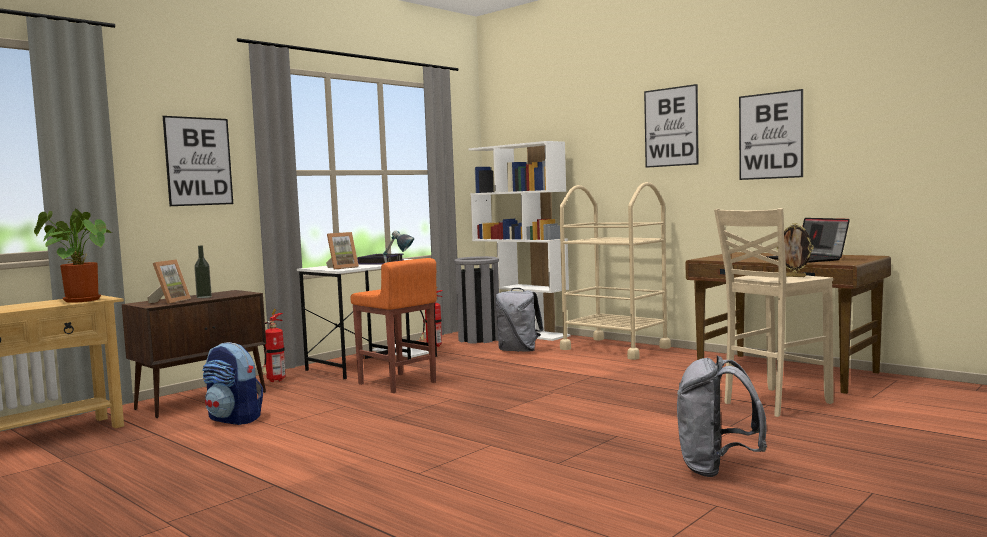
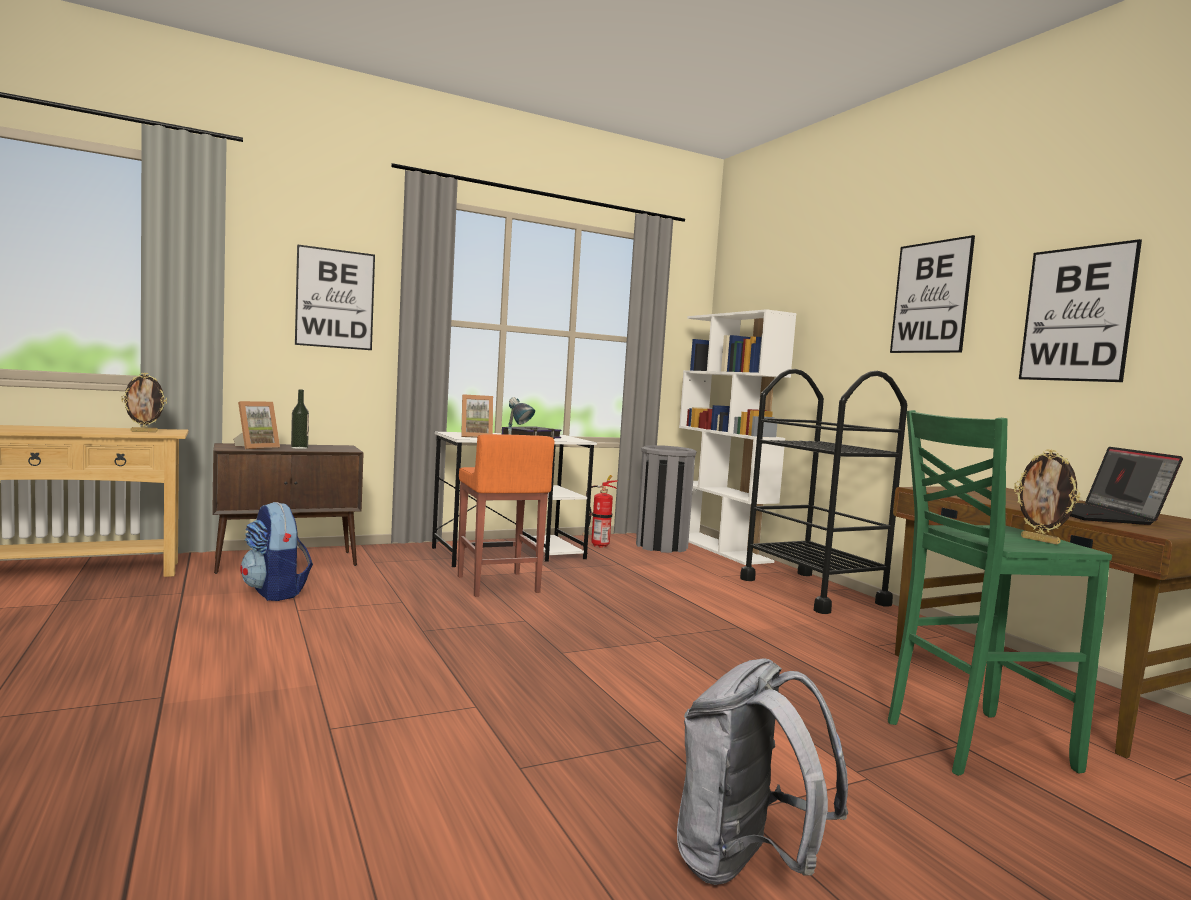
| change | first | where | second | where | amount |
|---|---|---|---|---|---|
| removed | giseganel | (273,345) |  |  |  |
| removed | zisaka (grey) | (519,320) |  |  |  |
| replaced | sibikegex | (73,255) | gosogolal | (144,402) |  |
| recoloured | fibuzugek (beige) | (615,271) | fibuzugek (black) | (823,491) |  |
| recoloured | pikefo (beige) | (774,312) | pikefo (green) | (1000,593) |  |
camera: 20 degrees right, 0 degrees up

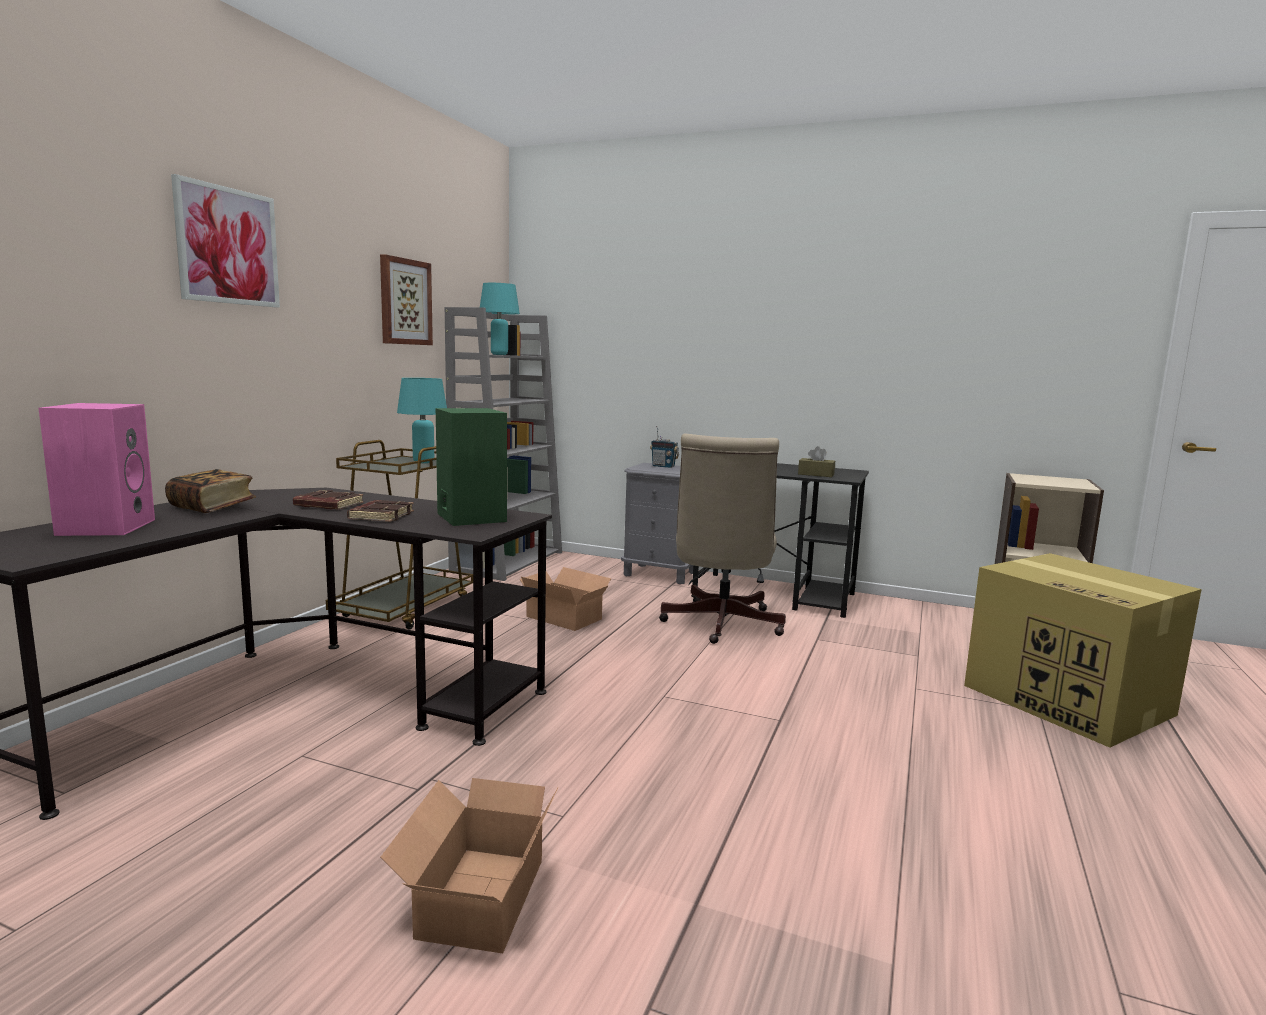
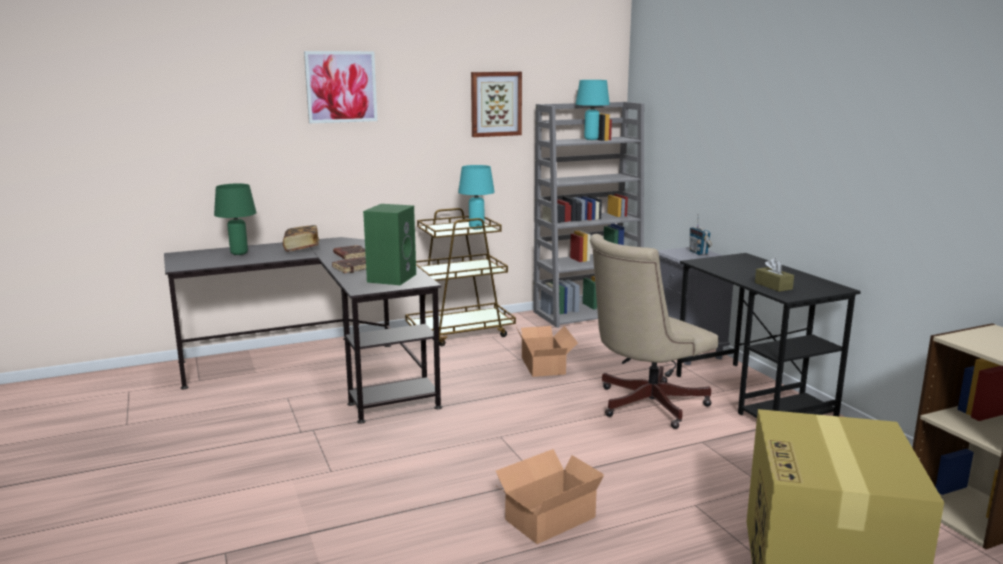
| change | first | where | second | where | amount |
|---|---|---|---|---|---|
| moved | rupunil | (469,865) |  | (550,496) |  |
| replaced | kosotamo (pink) | (97,469) | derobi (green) | (235,219) |  |
camera: 45 degrees right, 5 degrees up

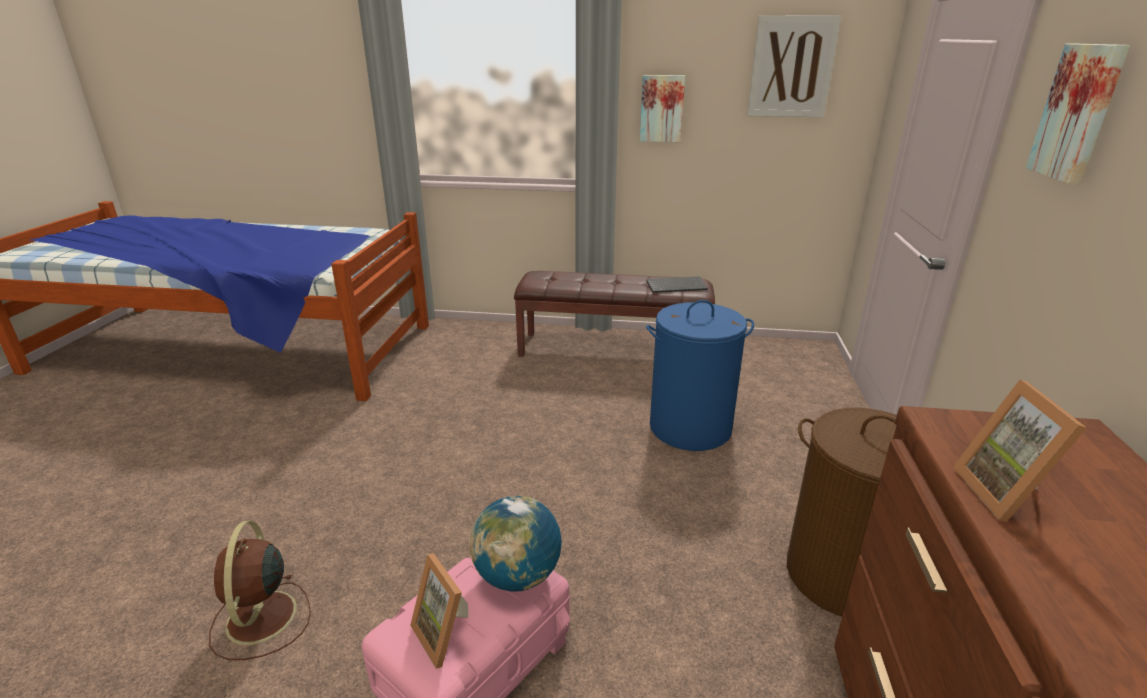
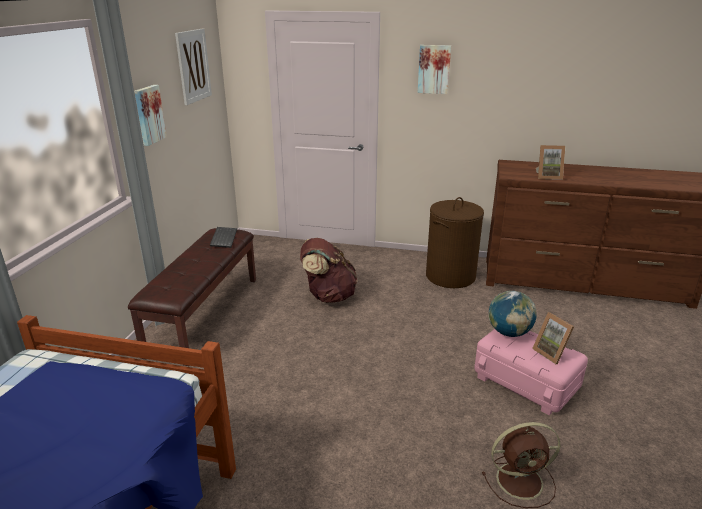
| change | first | where | second | where | amount |
|---|---|---|---|---|---|
| replaced | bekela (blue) | (700,375) | zisaka (brown) | (328,270) |  |
| turned | gosogolal | (439,611) |  | (553,338) | 90 degrees clockwise |
camera: 85 degrees left, 0 degrees up

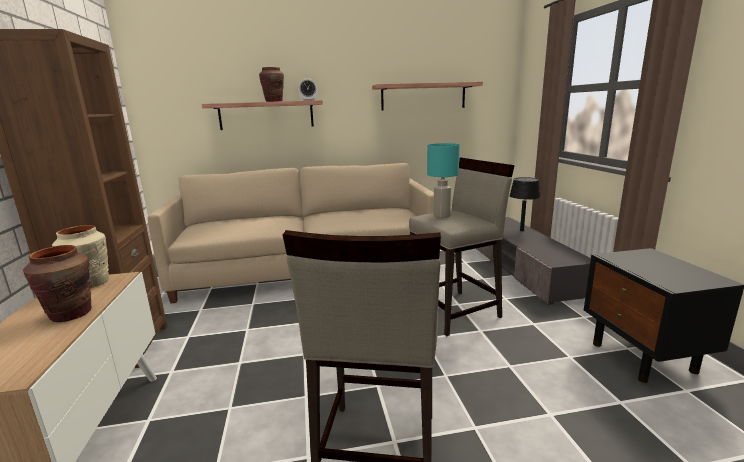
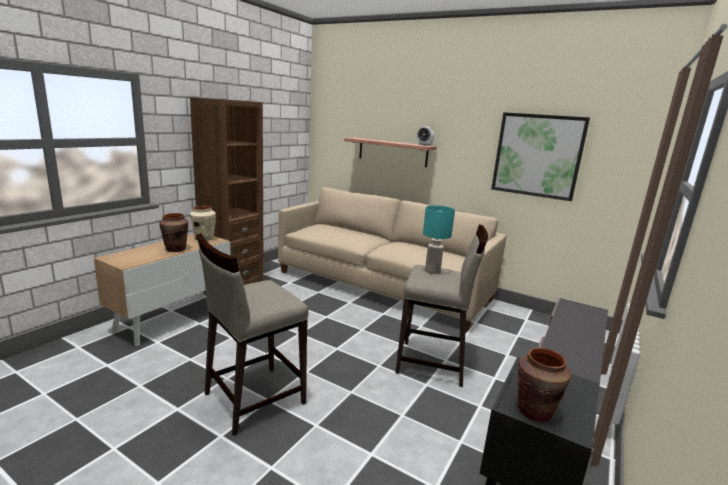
| change | first | where | second | where | amount |
|---|---|---|---|---|---|
| removed | derobi (black) | (525,204) |  |  |  |
| moved | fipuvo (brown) | (271,84) |  | (544,385) |  |
| replaced | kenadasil | (427,96) | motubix | (540,156) |  |
camera: 40 degrees right, 0 degrees up

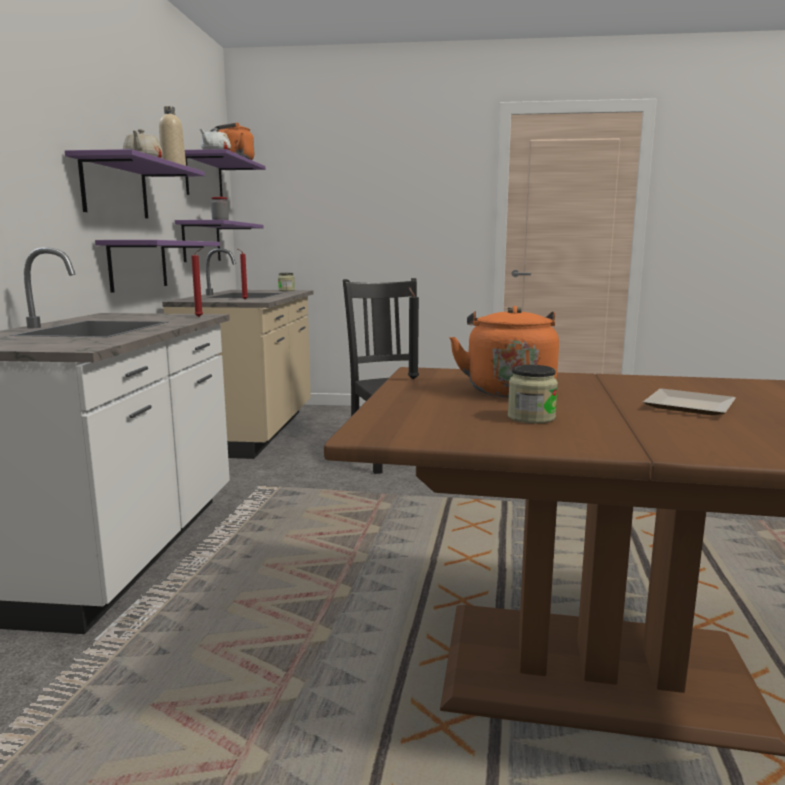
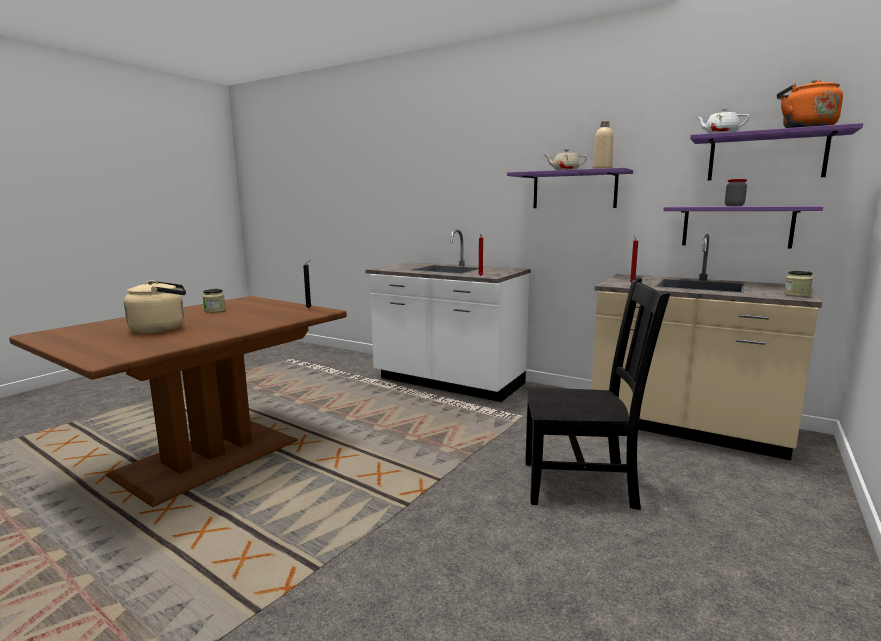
| change | first | where | second | where | amount |
|---|---|---|---|---|---|
| removed | kenadasil (purple) | (157,266) |  |  |  |
| removed | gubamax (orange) | (504,351) |  |  |  |
| replaced | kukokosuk | (689,401) | gubamax (beige) | (155,306) |  |
camera: 115 degrees right, 0 degrees up

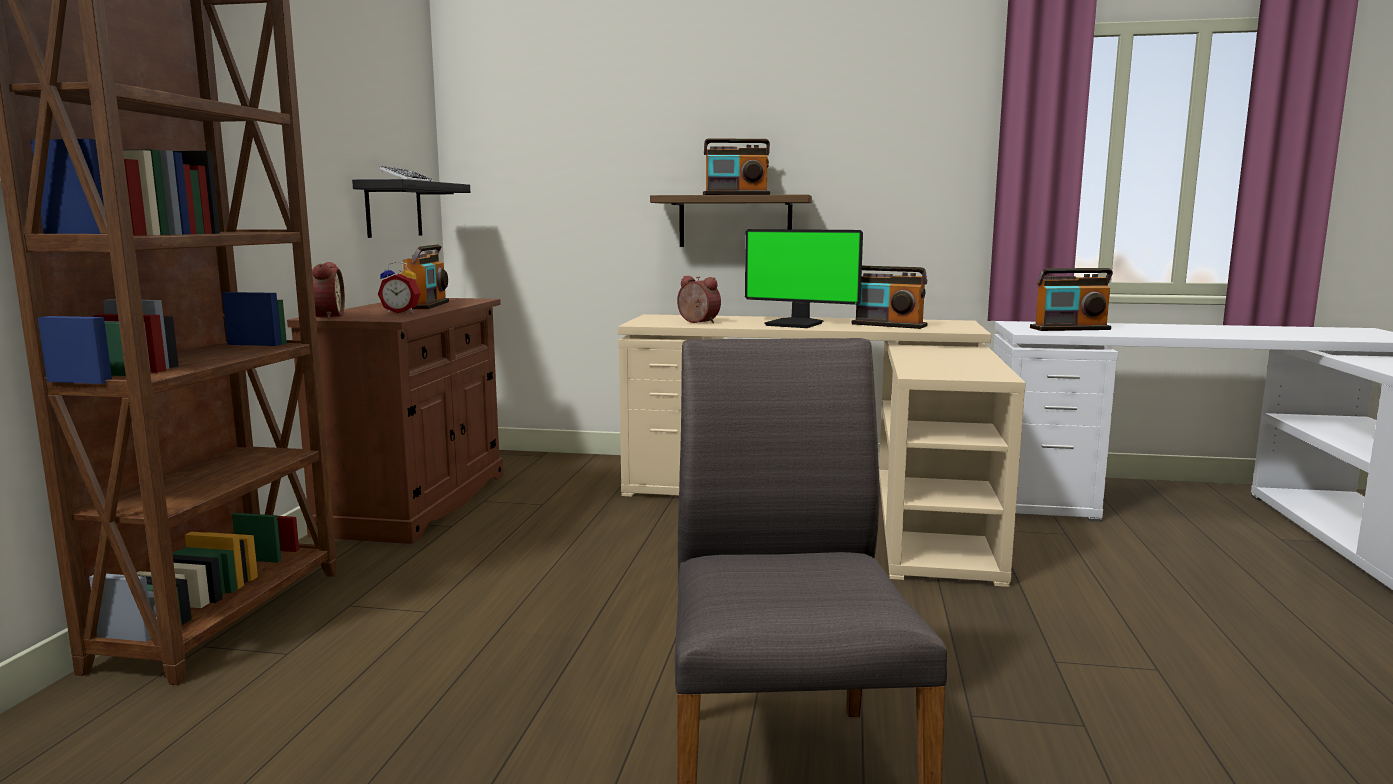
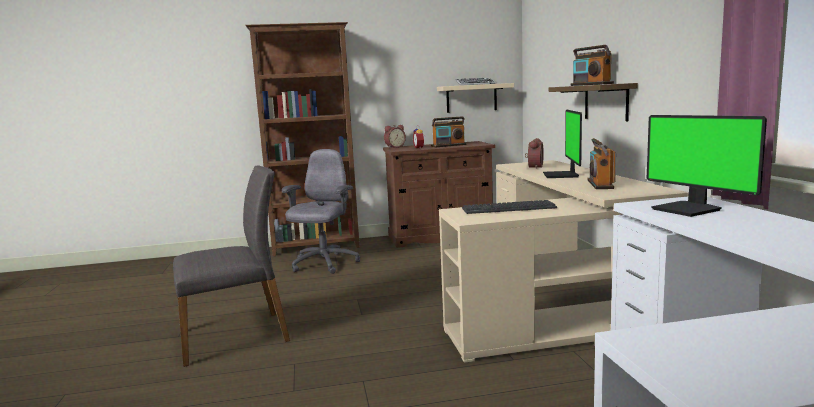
| change | first | where | second | where | amount |
|---|---|---|---|---|---|
| added |  |  | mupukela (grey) | (321,211) |  |
| added |  |  | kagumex | (509,207) |  |
| replaced | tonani | (1071,299) | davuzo | (707,166) |  |
| recoloured | kenadasil (black) | (411,208) | kenadasil (beige) | (475,98) |  |
camera: 70 degrees right, 0 degrees up

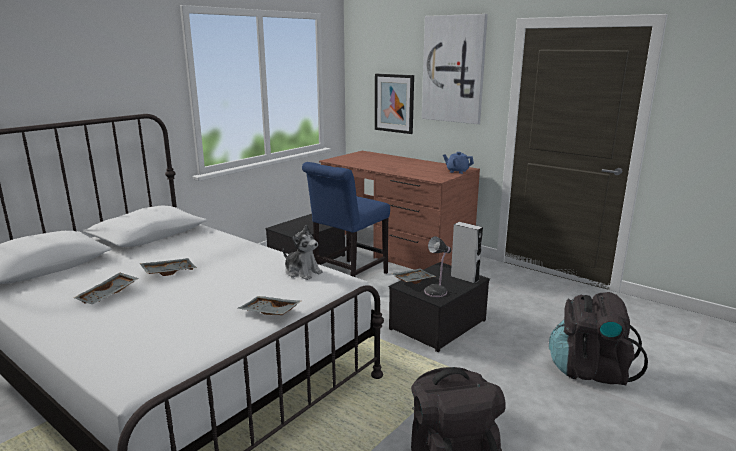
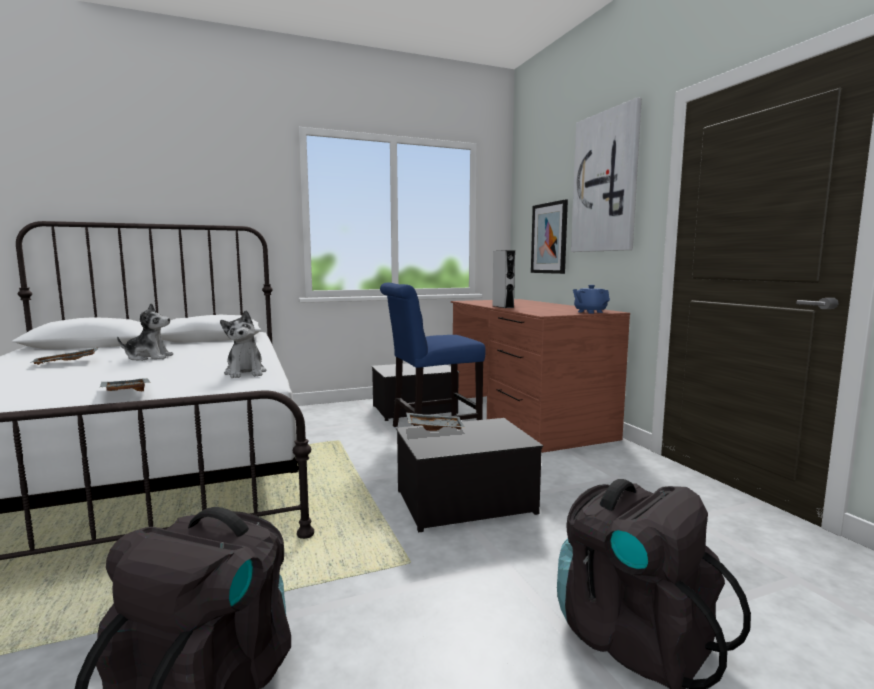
| change | first | where | second | where | amount |
|---|---|---|---|---|---|
| removed | derobi | (437,266) |  |  |  |
| moved | kosotamo (grey) | (467,253) |  | (503,279) |  |
| replaced | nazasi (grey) | (168,267) | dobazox | (145,332) |  |
camera: 30 degrees right, 10 degrees down

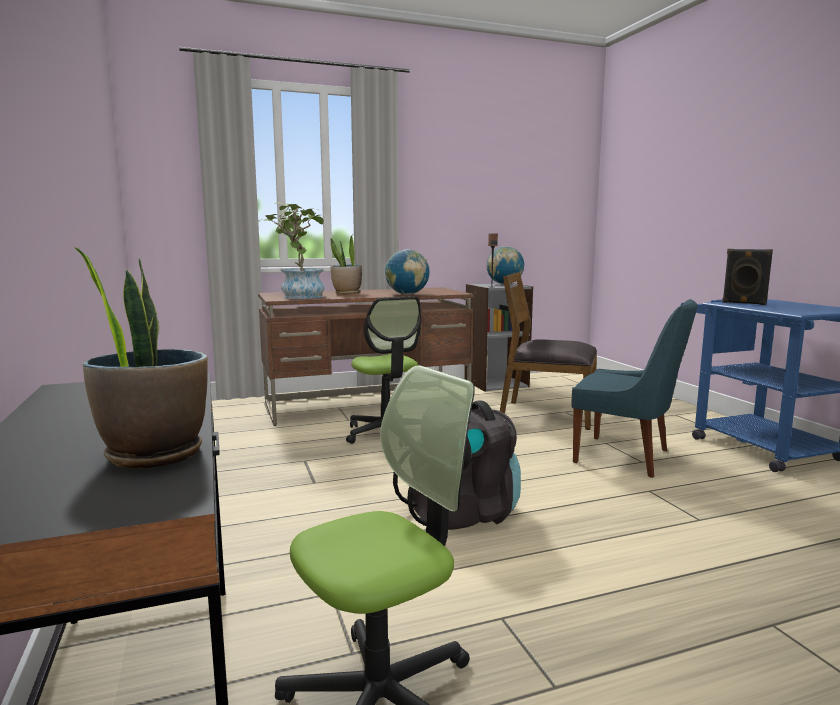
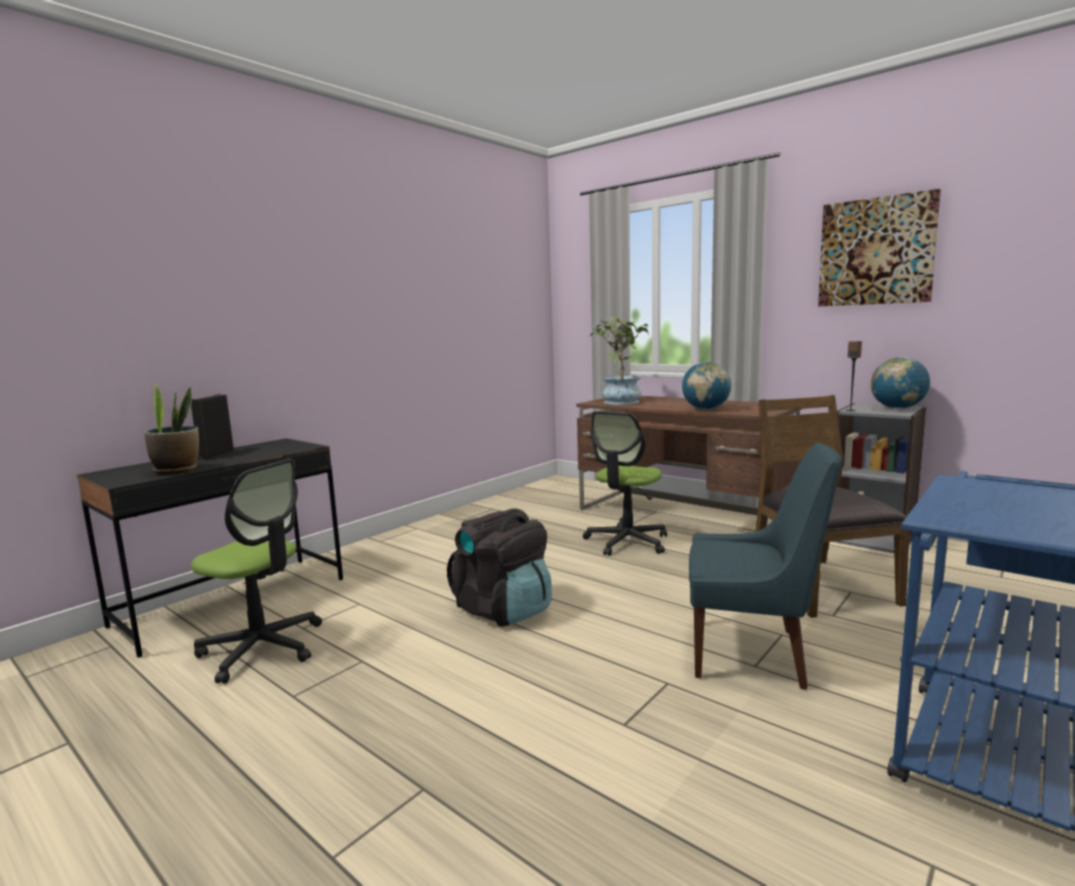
| change | first | where | second | where | amount |
|---|---|---|---|---|---|
| removed | sibikegex | (346,264) |  |  |  |
| added |  |  | motubix | (879,247) |  |
| moved | kosotamo (black) | (747,277) |  | (212,427) |  |
| turned | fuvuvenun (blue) | (634,388) |  | (765,566) | 75 degrees counterclockwise |
camera: 60 degrees right, 0 degrees up

